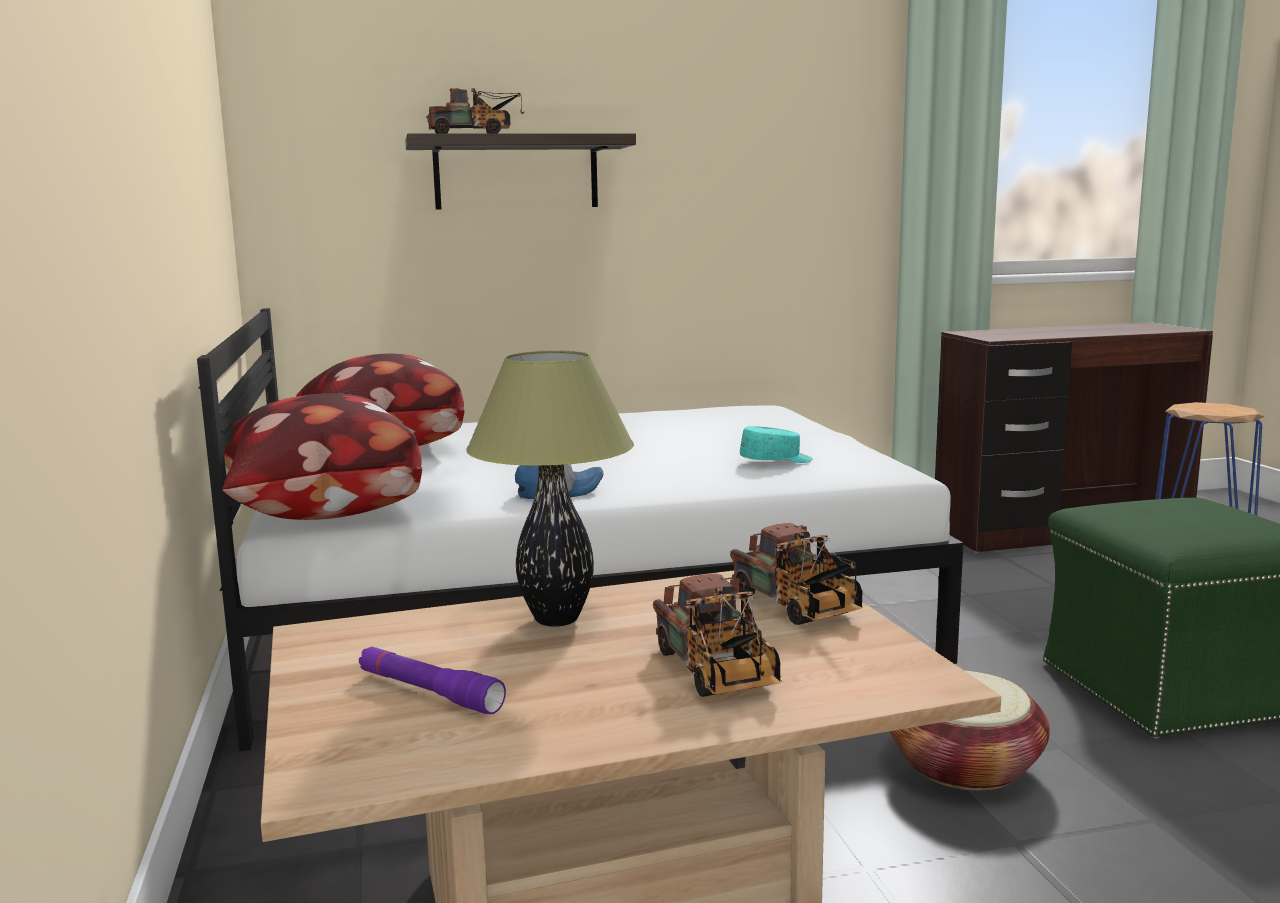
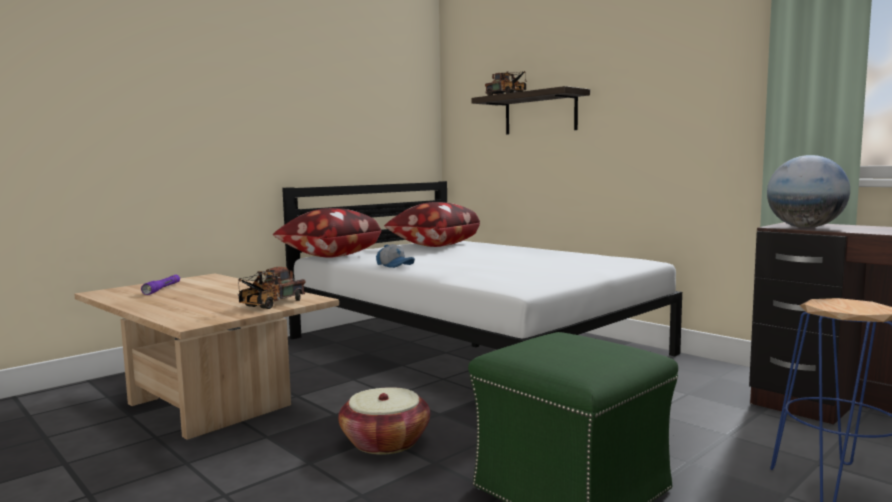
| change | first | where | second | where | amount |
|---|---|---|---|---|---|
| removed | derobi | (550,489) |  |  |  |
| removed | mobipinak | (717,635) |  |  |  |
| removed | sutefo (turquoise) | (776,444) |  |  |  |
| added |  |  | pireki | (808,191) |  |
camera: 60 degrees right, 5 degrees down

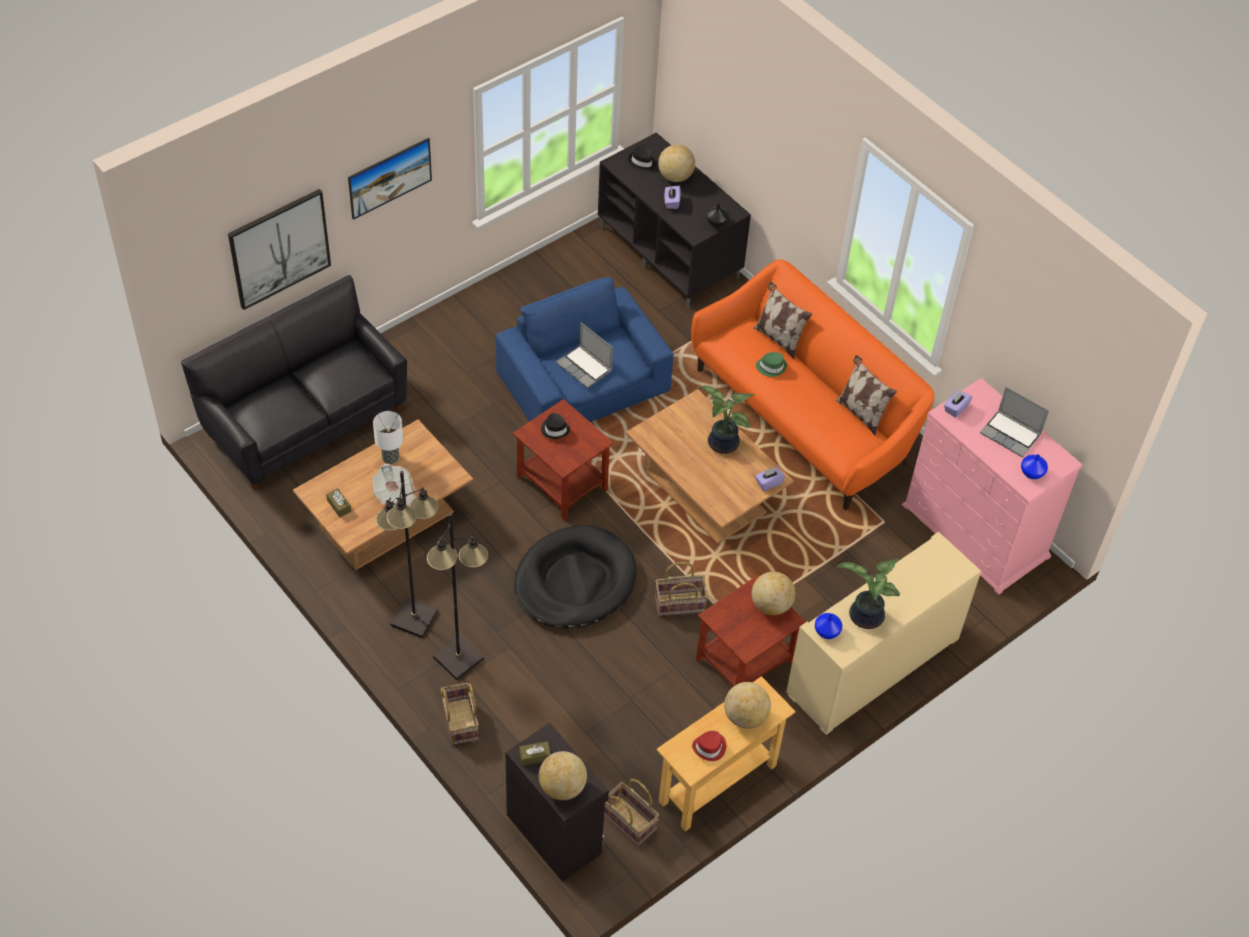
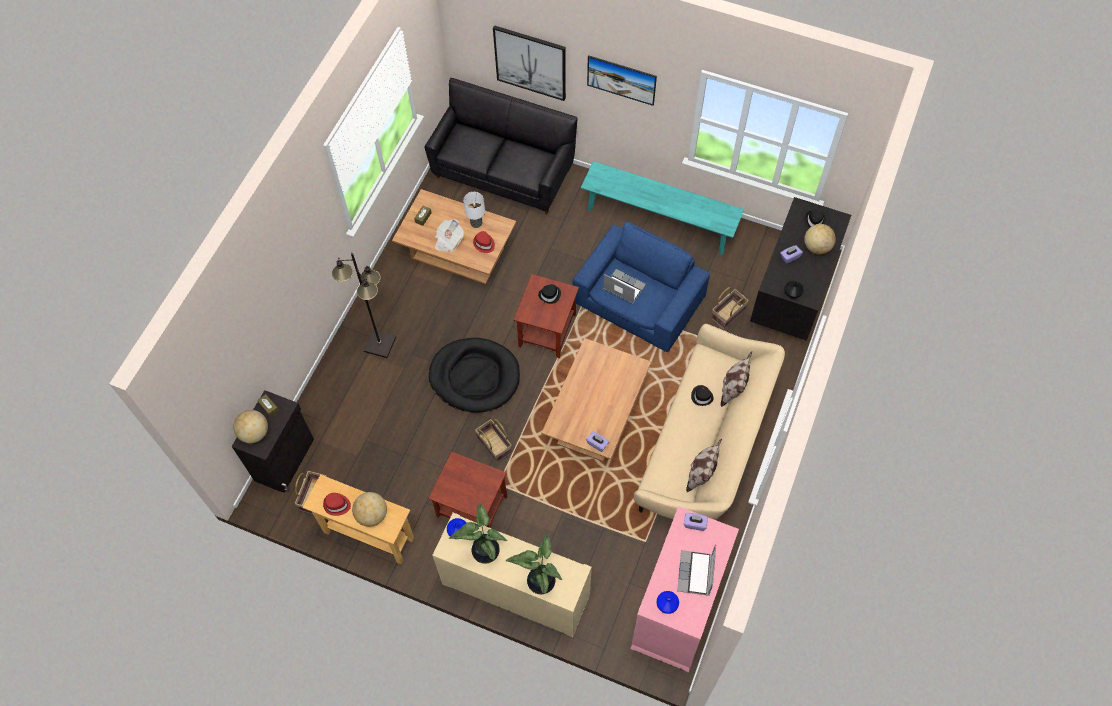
| change | first | where | second | where | amount |
|---|---|---|---|---|---|
| removed | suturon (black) | (407,554) |  |  |  |
| removed | pireki | (773,593) |  |  |  |
| added |  |  | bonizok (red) | (484,242) |  |
| added |  |  | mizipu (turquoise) | (662,208) |  |
| moved | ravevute | (460,714) |  | (730,308) |  |
| moved | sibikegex | (727,420) |  | (534,564) |  |
| recoloured | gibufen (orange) | (813,384) | gibufen (beige) | (709,422) |  |
| recoloured | bonizok (green) | (771,364) | bonizok (black) | (702,395) |  |
| turned | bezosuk | (584,355) |  | (624,286) | 105 degrees clockwise |
camera: 65 degrees right, 10 degrees up

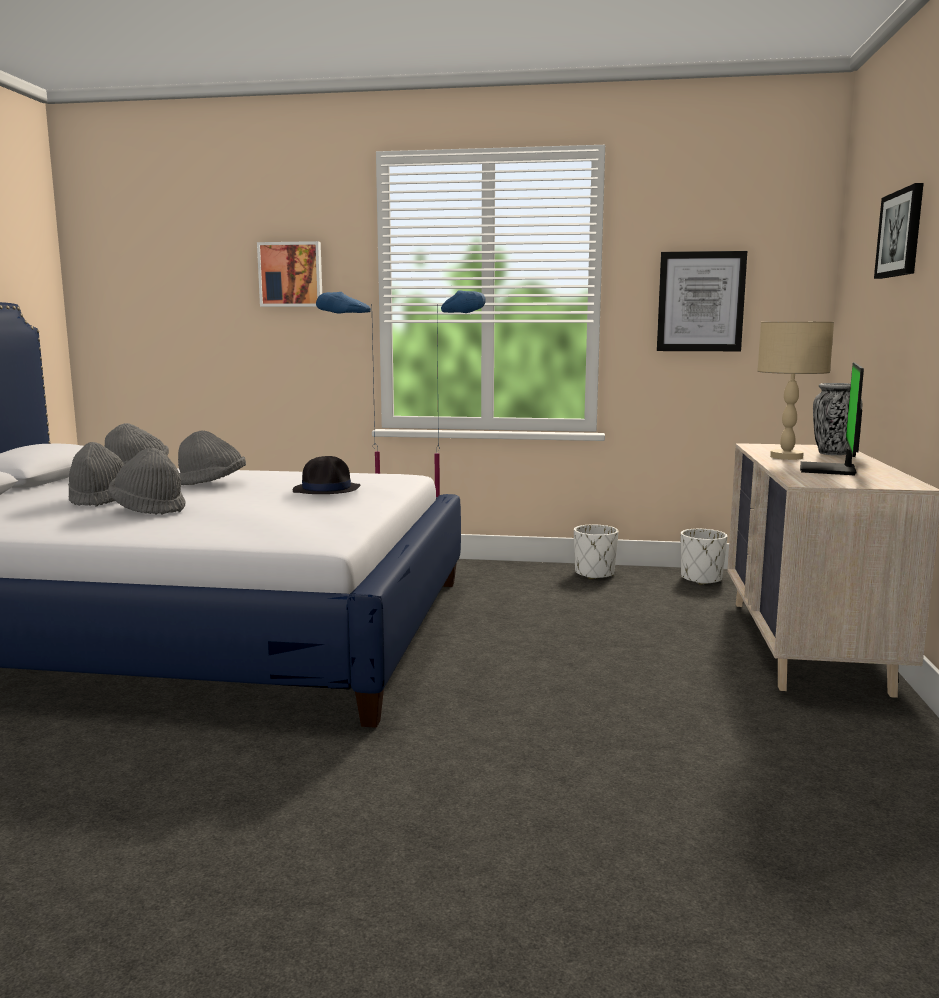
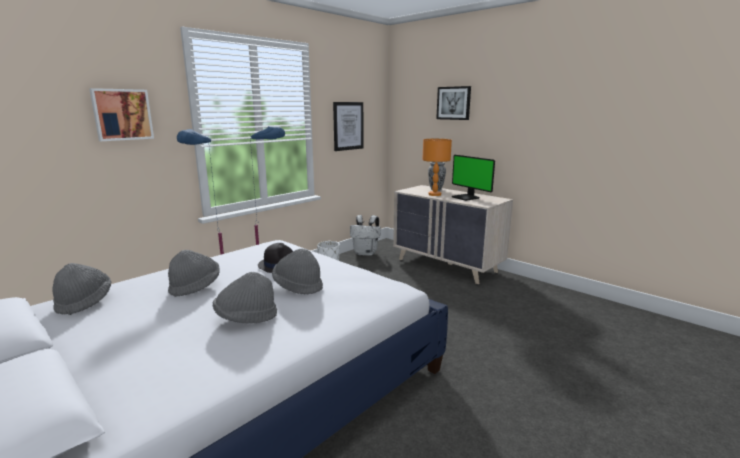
| change | first | where | second | where | amount |
|---|---|---|---|---|---|
| moved | bonizok (grey) | (96,474) |  | (297,271) |  |
| replaced | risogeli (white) | (704,557) | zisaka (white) | (365,235) |  |
| recoloured | derobi (beige) | (795,391) | derobi (orange) | (437,167) |  |
camera: 55 degrees left, 5 degrees up

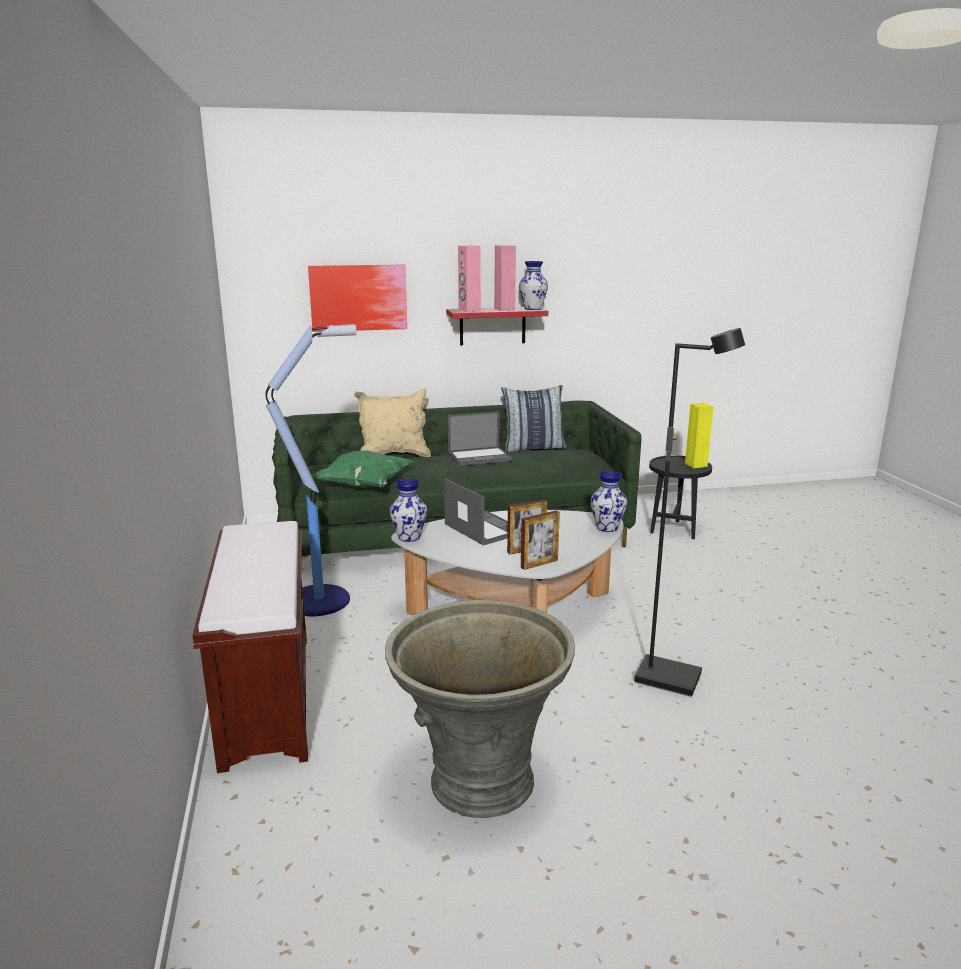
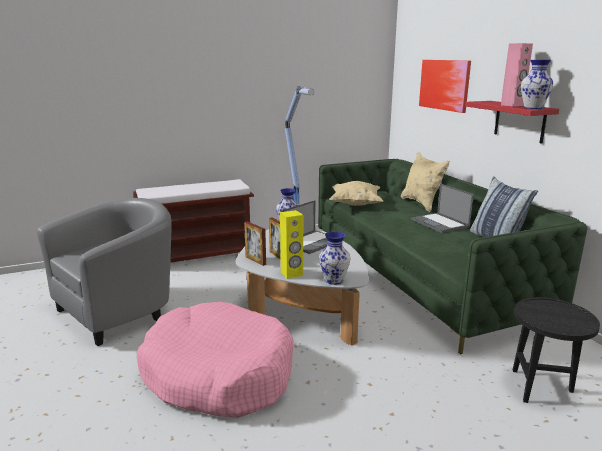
| change | first | where | second | where | amount |
|---|---|---|---|---|---|
| removed | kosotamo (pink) | (469,278) |  |  |  |
| moved | kosotamo (yellow) | (699,435) |  | (291,244) |  |
| replaced | risogeli (grey) | (480,709) | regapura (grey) | (104,272) |  |
| replaced | suturon (black) | (689,512) | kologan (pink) | (215,360) |  |
| recoloured | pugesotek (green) | (362,469) | pugesotek (beige) | (356,193) |  |
camera: 80 degrees right, 0 degrees up

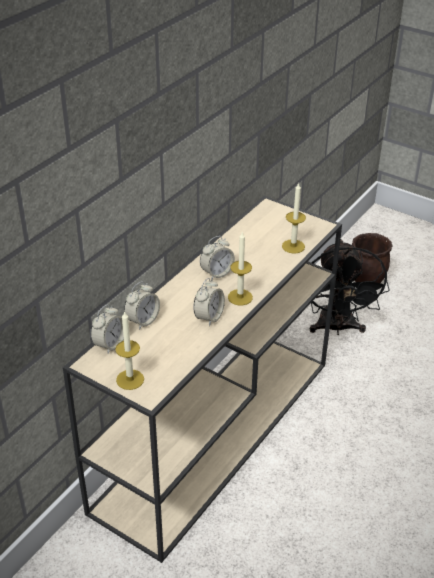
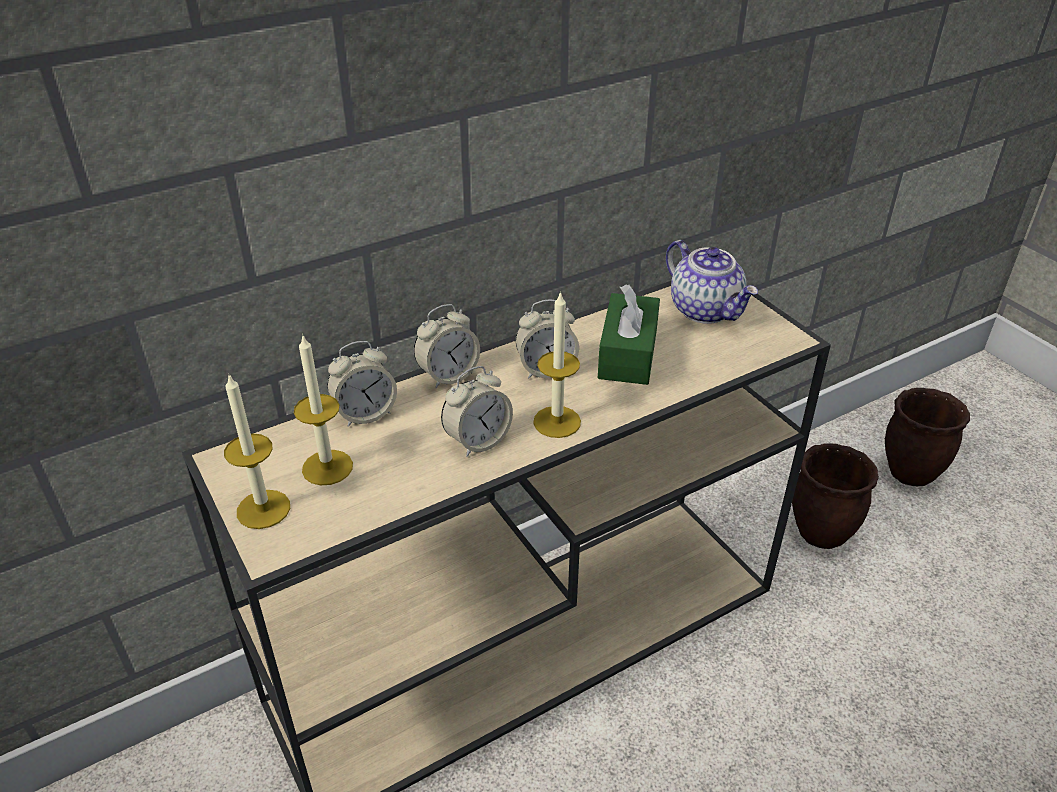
| change | first | where | second | where | amount |
|---|---|---|---|---|---|
| added |  |  | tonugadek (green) | (629,335) |  |
| added |  |  | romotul | (712,282) |  |
| moved | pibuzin | (107,329) |  | (447,346) |  |
| moved | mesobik | (294,218) |  | (323,409) |  |
| replaced | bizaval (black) | (350,287) | risogeli (brown) | (835,496) |  |
camera: 25 degrees right, 0 degrees up

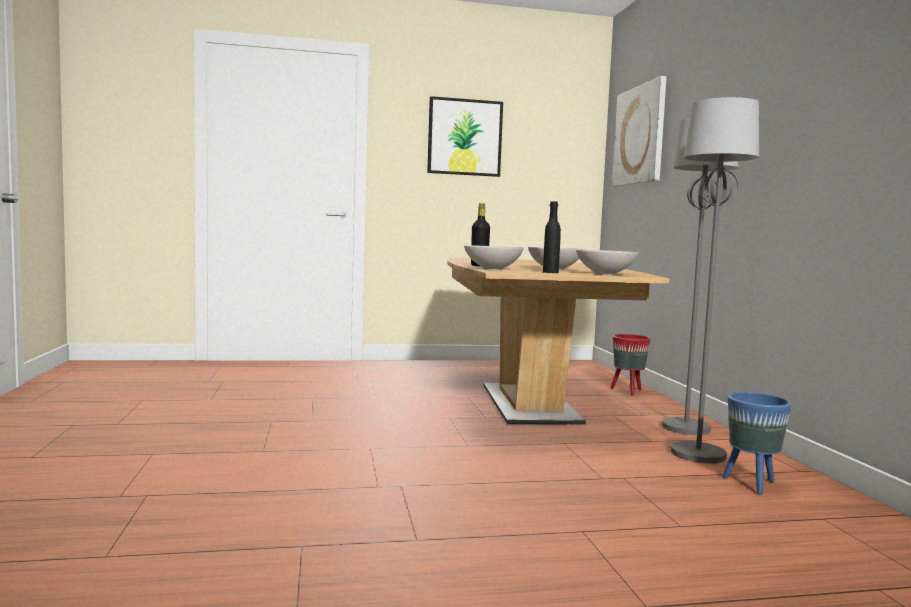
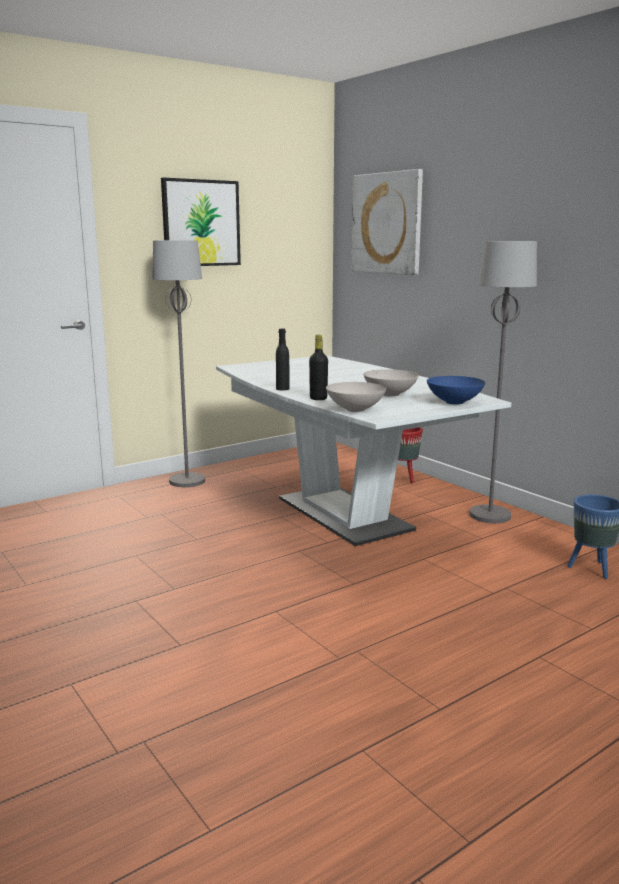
| change | first | where | second | where | amount |
|---|---|---|---|---|---|
| moved | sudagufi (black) | (552,237) |  | (282,359) |  |
| moved | suturon (grey) | (715,280) |  | (178,363) |  |
| recoloured | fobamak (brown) | (558,340) | fobamak (white) | (363,450) |  |
| recoloured | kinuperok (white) | (607,262) | kinuperok (blue) | (456,390) |  |
camera: 25 degrees left, 10 degrees up

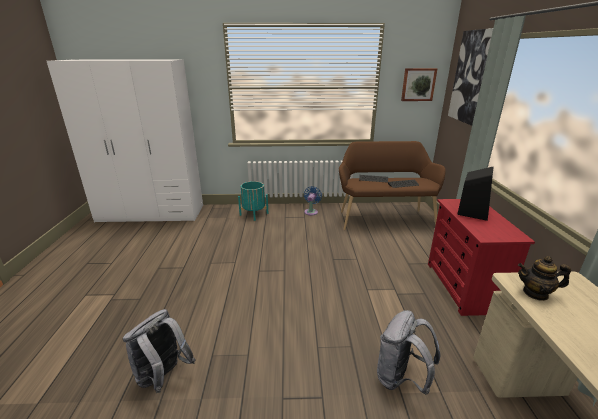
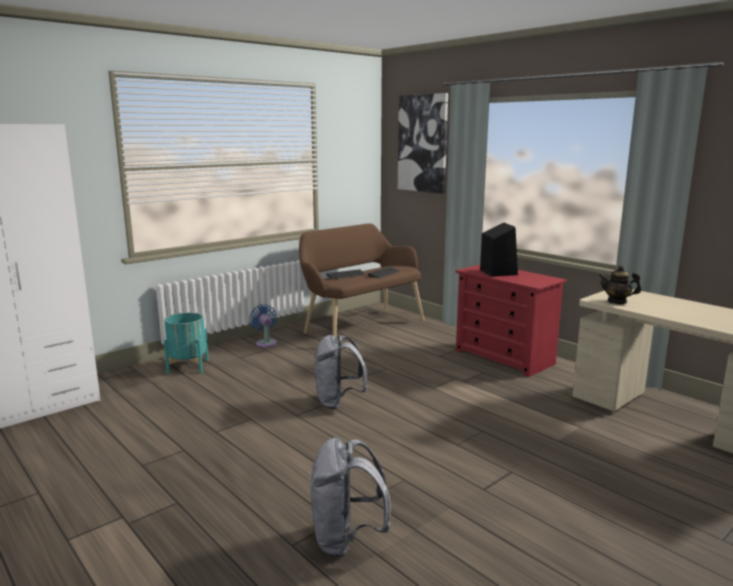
| change | first | where | second | where | amount |
|---|---|---|---|---|---|
| removed | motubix | (419,84) |  |  |  |
| moved | zisaka (grey) | (409,352) |  | (341,372) |  |
| turned | romotul | (544,278) |  | (620,284) | 45 degrees clockwise |
camera: 40 degrees left, 10 degrees down

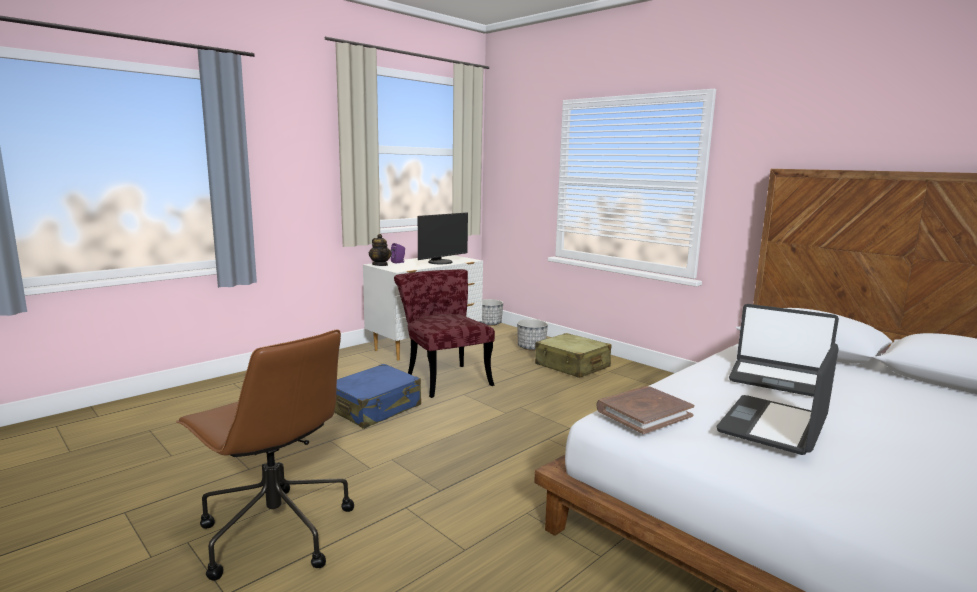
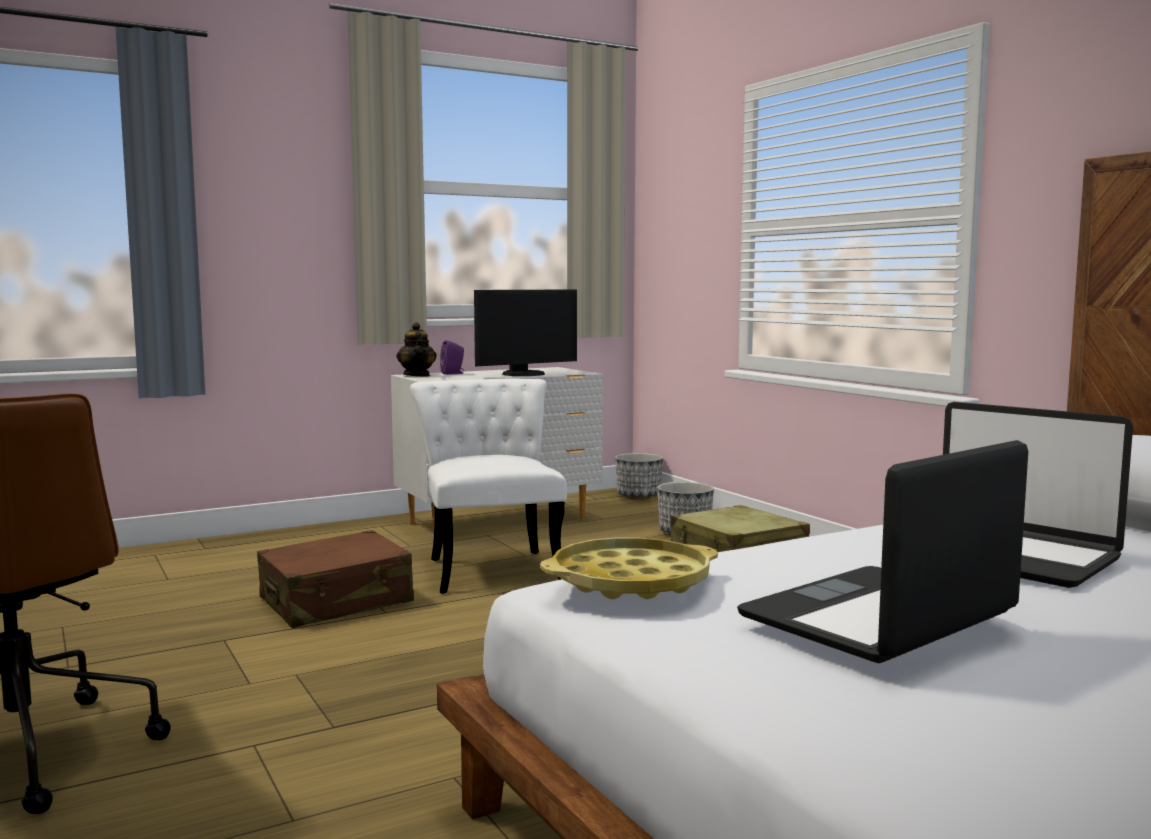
| change | first | where | second | where | amount |
|---|---|---|---|---|---|
| replaced | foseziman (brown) | (645,410) | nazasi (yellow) | (629,568) |  |
| recoloured | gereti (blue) | (377,396) | gereti (brown) | (335,579) |  |
| recoloured | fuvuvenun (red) | (444,333) | fuvuvenun (white) | (488,486) |  |
camera: 15 degrees right, 5 degrees down

